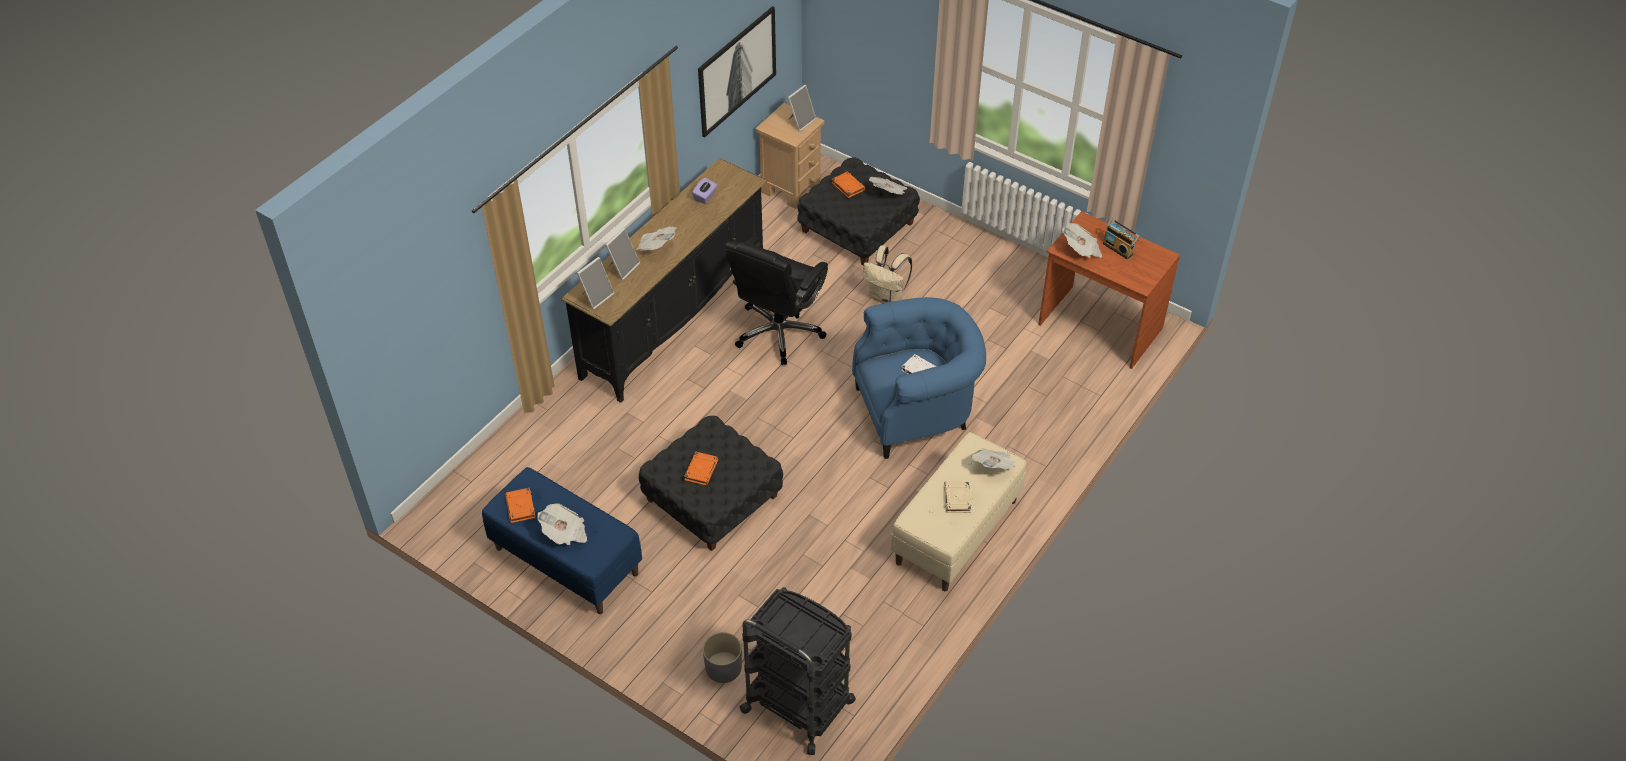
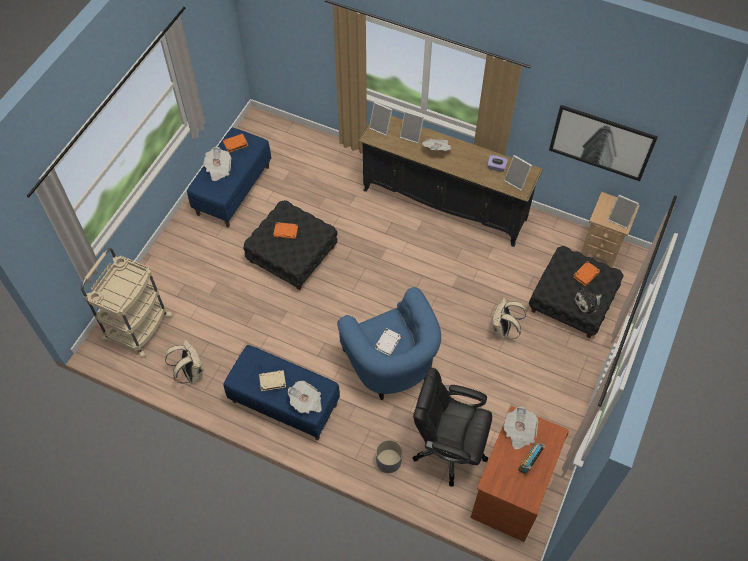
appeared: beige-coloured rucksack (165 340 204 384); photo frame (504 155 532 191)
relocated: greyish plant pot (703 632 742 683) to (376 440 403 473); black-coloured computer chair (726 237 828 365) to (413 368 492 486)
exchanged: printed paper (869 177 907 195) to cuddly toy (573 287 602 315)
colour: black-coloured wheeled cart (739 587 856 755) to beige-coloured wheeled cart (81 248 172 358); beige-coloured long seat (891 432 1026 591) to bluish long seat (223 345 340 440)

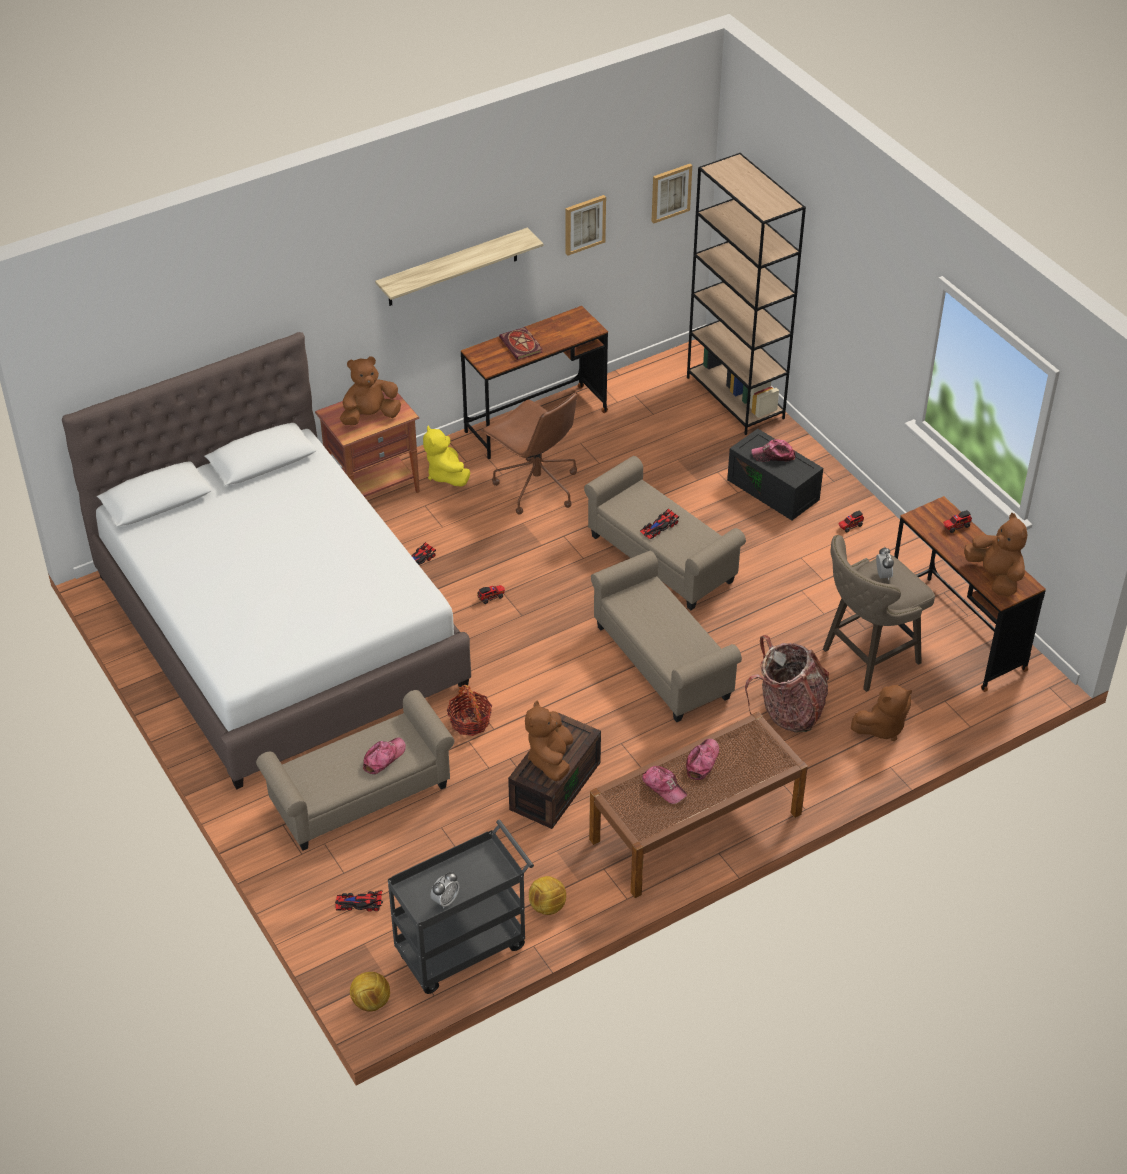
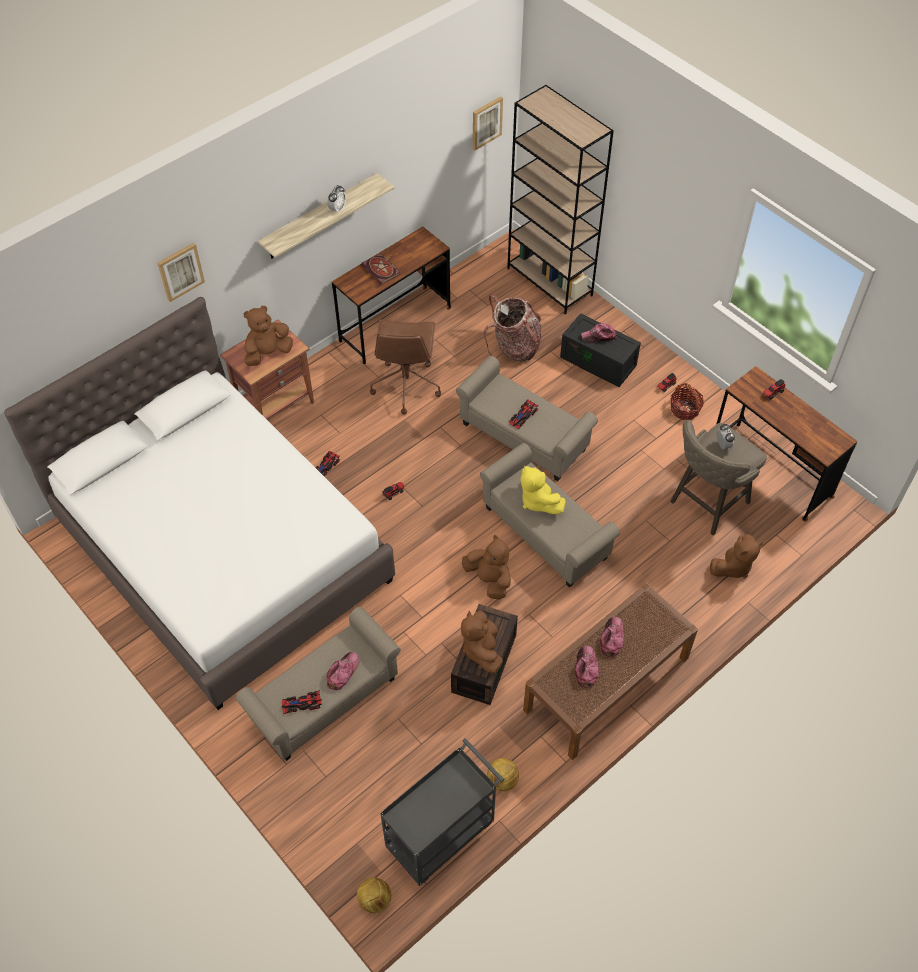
relocated: toy car (335 890 383 912) to (282 691 322 714); yellow cuddly toy (423 425 470 486) to (521 466 566 514); bedside clock (430 872 459 909) to (327 185 346 214); storage basket (447 685 492 736) to (671 383 704 420); picture (566 195 606 256) to (157 243 205 302); rucksack (745 635 829 733) to (484 294 542 362); brown-coloured cuddly toy (964 513 1027 596) to (462 535 511 600)
spun: brown-coloured computer chair (481 392 577 514) = (370 320 441 415) 60 degrees clockwise; baseball cap (642 766 687 804) = (575 646 599 688) 120 degrees counterclockwise

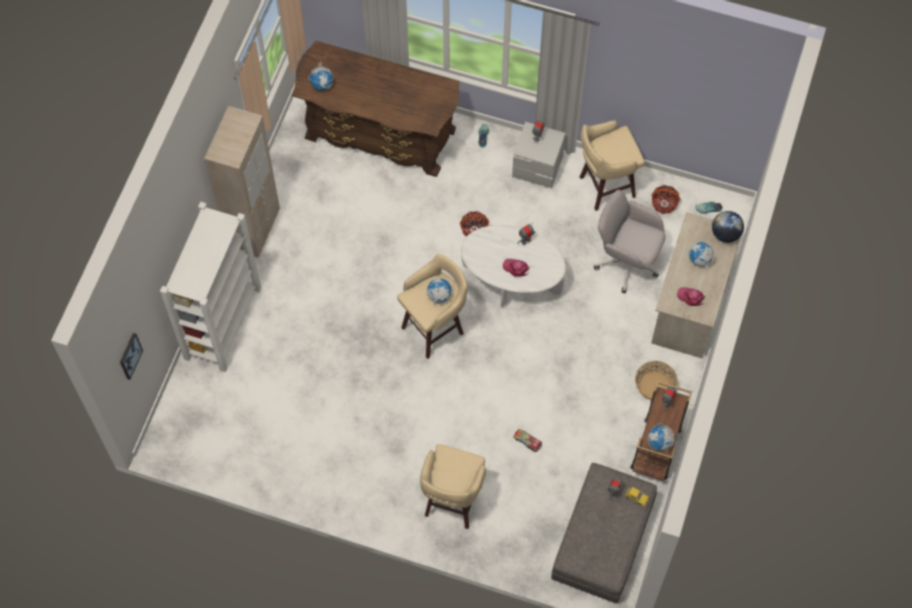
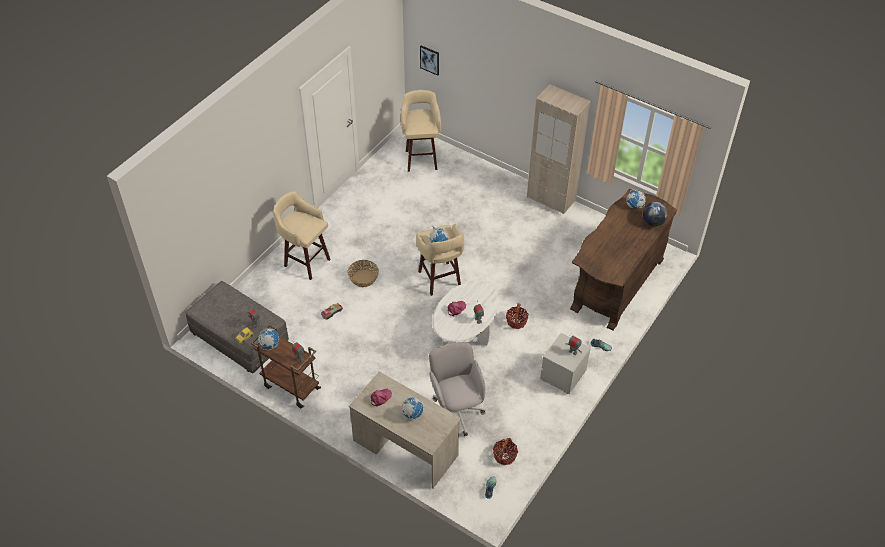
missing: white bookcase (160 202 261 372)
relocated: beige-coloured stool (580 120 644 211) to (401 90 441 172); storage basket (635 361 677 400) to (348 260 379 287); world globe (712 211 744 243) to (643 202 668 226)
spun: greyish computer chair (594 190 666 293) = (429 342 486 436) 60 degrees counterclockwise

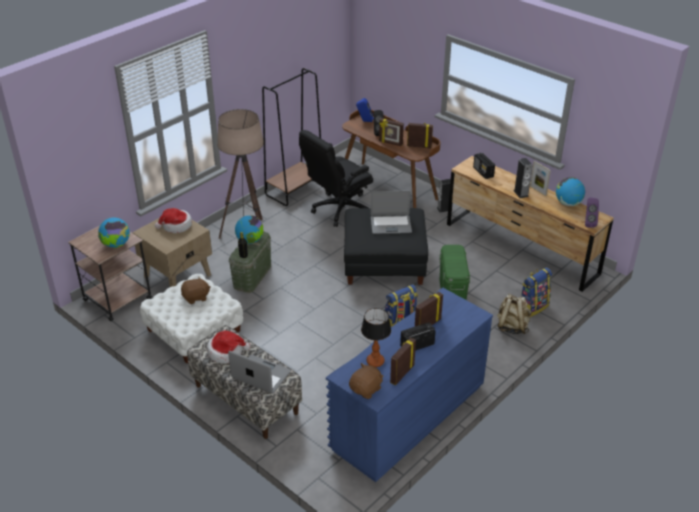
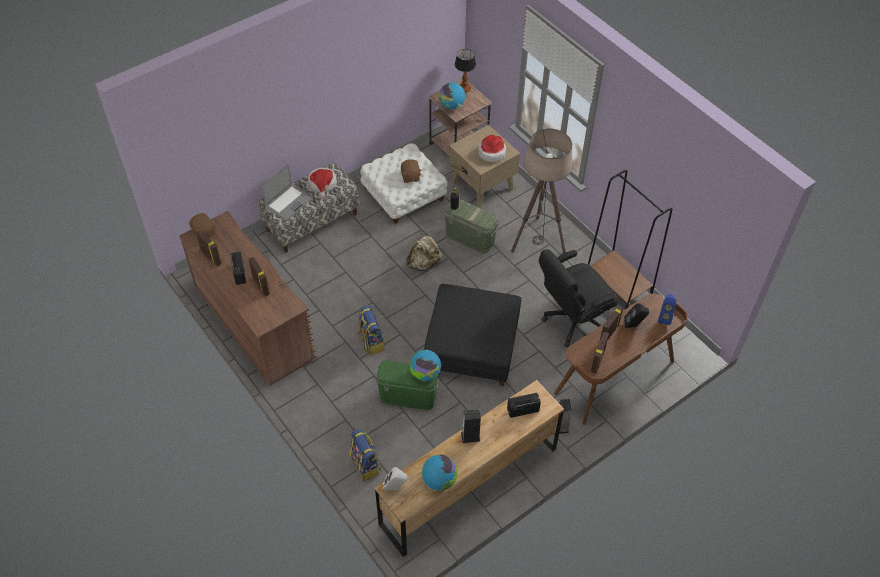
missing: notebook computer (371 190 412 234); photo frame (530 161 551 196)
relocated: world globe (235 215 264 244) to (409 350 442 381); lamp for a table (361 308 391 367) to (455 49 476 92); beige-coloured rucksack (497 293 531 334) to (406 234 442 271)
colour: bluish dresser (326 287 493 482) to brown-coloured dresser (179 211 316 385); purple speaker (585 198 599 227) to white speaker (383 467 407 490)
spun: black-coloured computer chair (299 130 373 227) = (539 249 618 347) 90 degrees counterclockwise

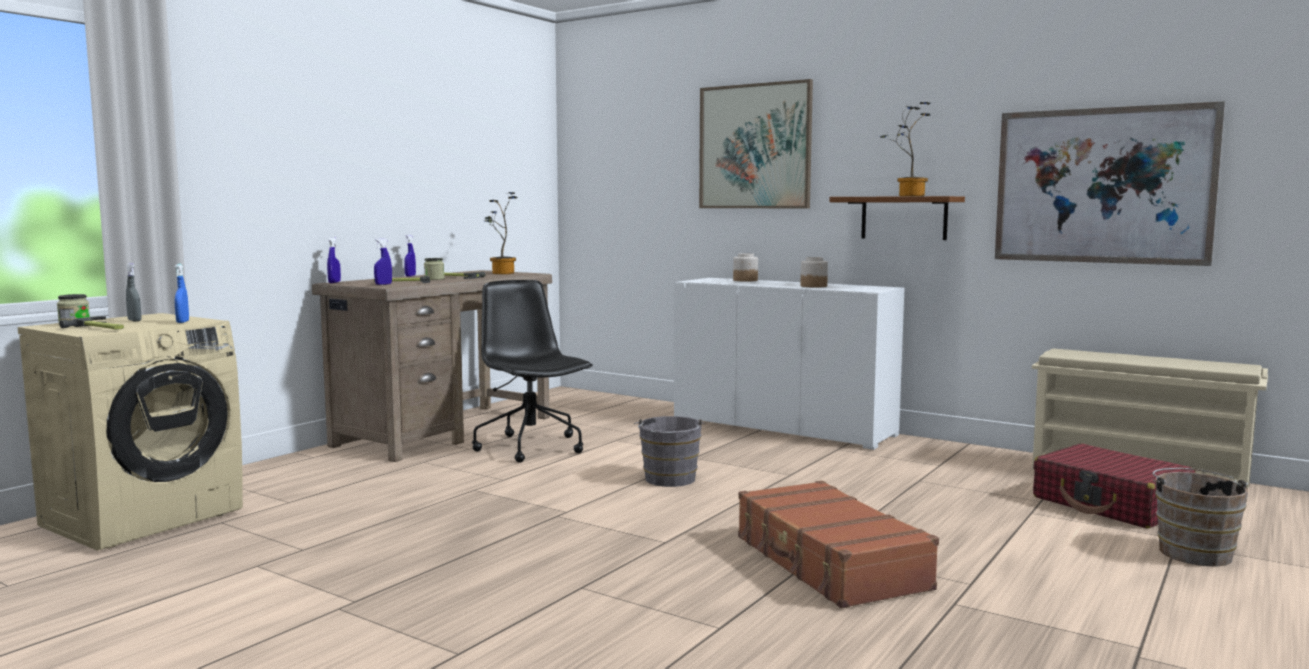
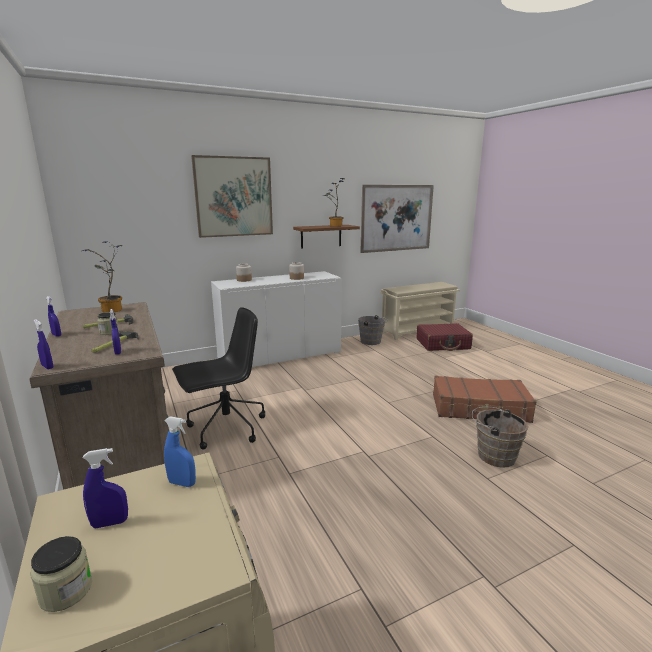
missing: hand hammer (59 317 124 330)
relocated: greyish water bucket (634 416 705 487) to (358 315 388 345); brown-coloured water bucket (1153 468 1248 567) to (472 407 528 468)
colour: greyish sprayer (126 263 141 322) to bluish sprayer (83 448 128 528)
spun: black-coloured computer chair (472 280 593 463) = (172 308 265 449) 150 degrees clockwise

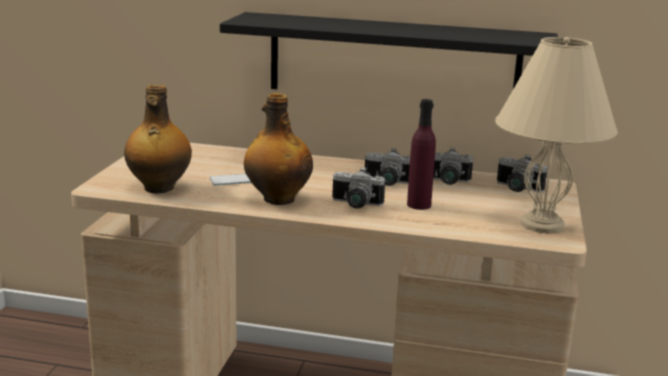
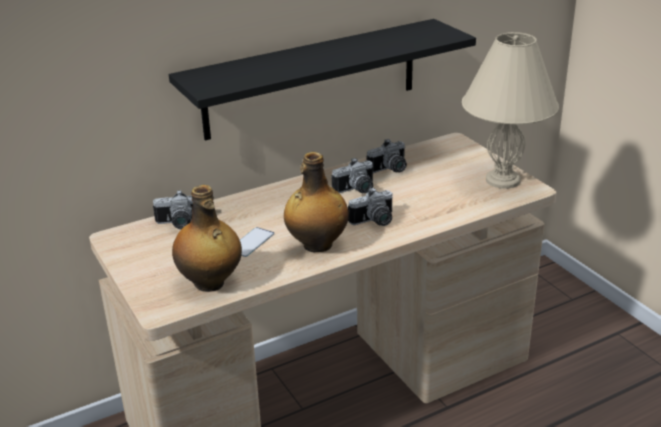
missing: purple bottle (407 99 436 210)
relocated: still camera (497 155 547 193) to (153 190 193 229)

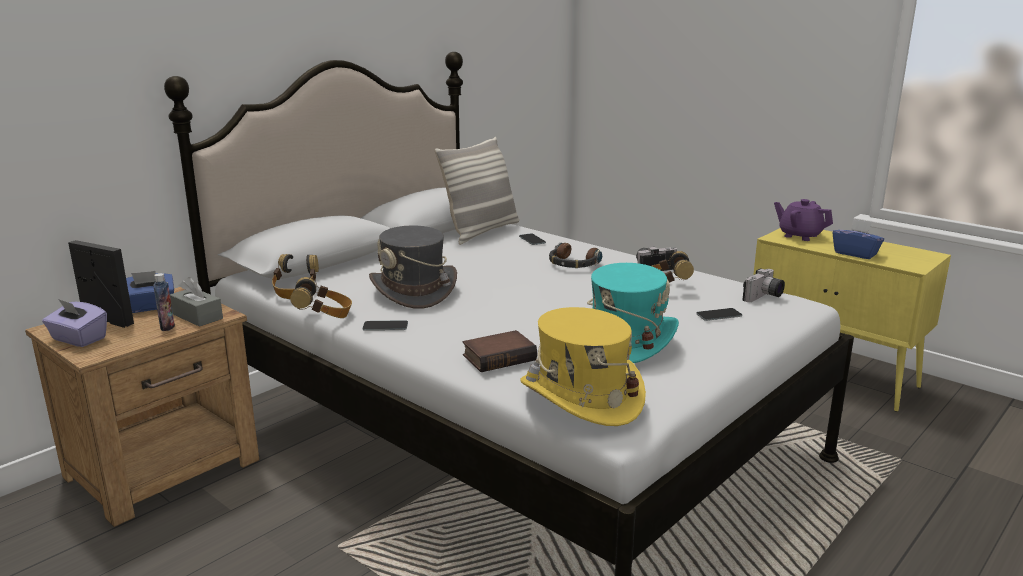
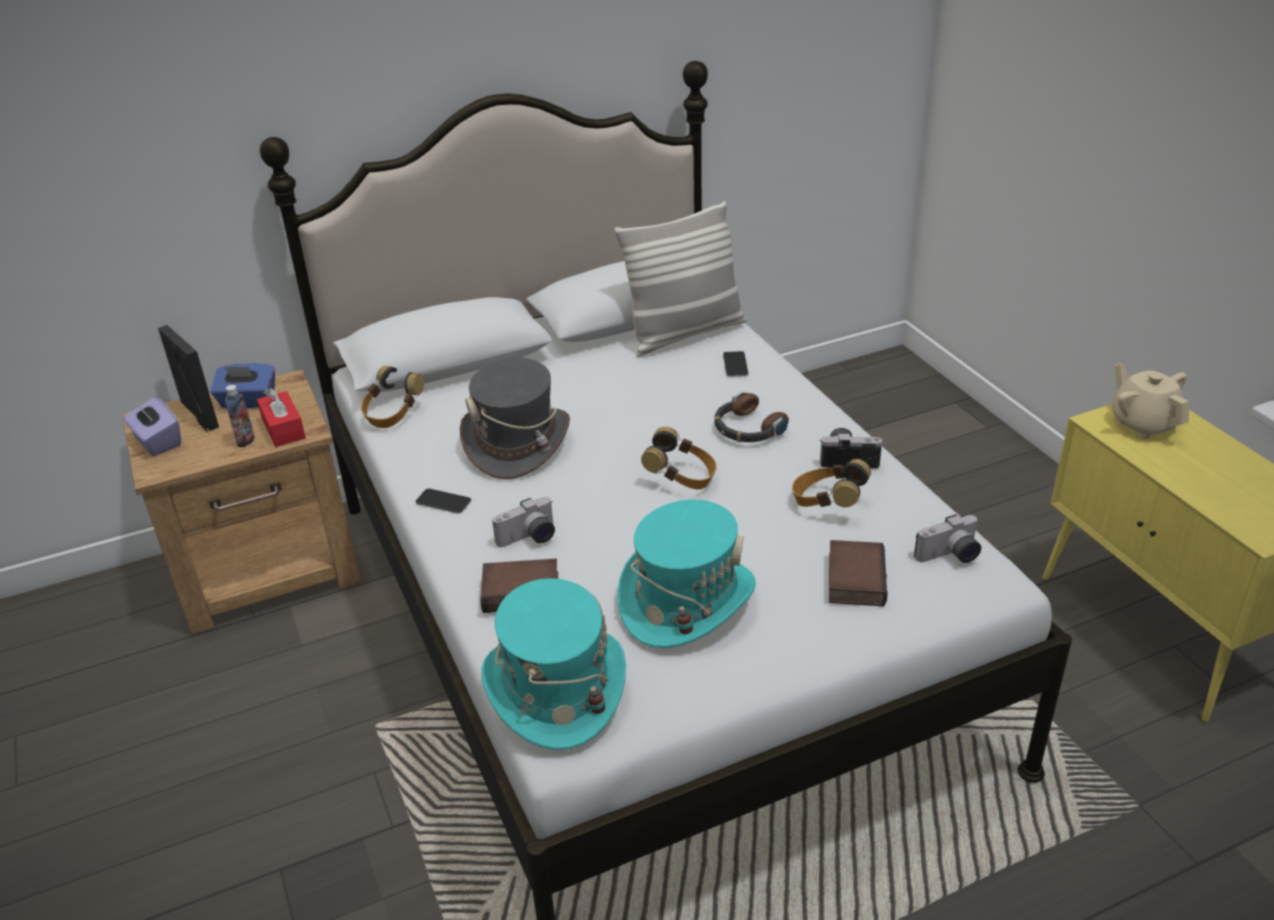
missing: bluish box of tissues (833 219 884 259)
appeared: still camera (492 497 555 547)
relocated: headset (290 277 352 318) to (641 427 717 489)
exchanged: telephone (696 308 742 321) to volume (829 540 888 606)
colour: greyish box of tissues (170 277 223 327) to red-coloured box of tissues (257 388 306 447); yellow clothing hat (521 307 646 426) to turquoise clothing hat (481 578 626 750); purple tea pot (774 199 833 241) to beige-coloured tea pot (1111 364 1189 439)

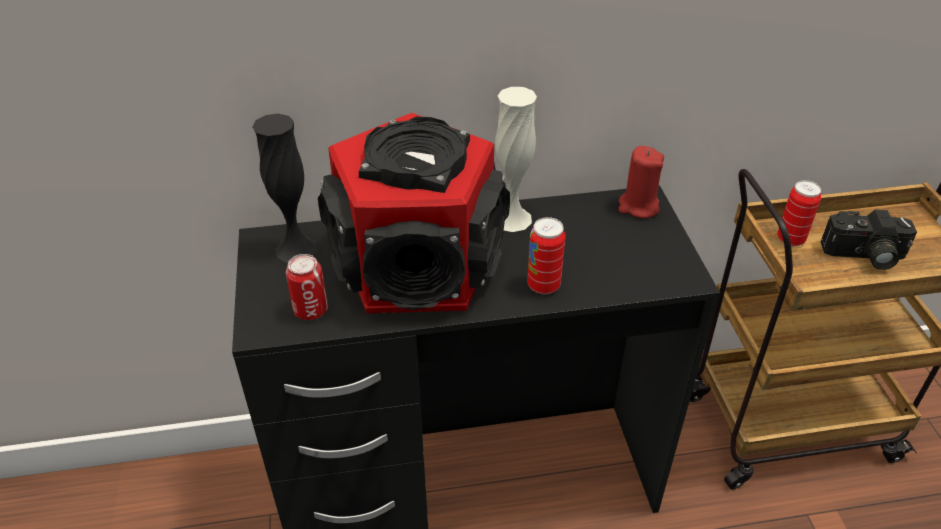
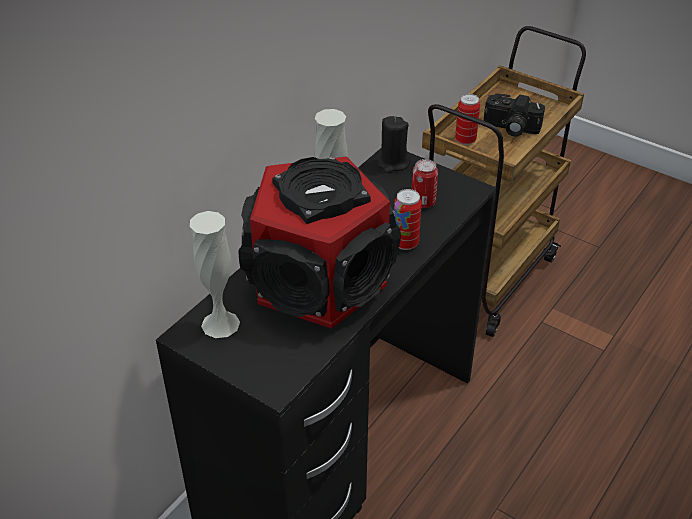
relocated: metal can (286 254 328 320) to (411 159 438 208)
colour: black-coloured flower vase (252 114 318 263) to white flower vase (190 211 240 338); red-coloured wax light (618 146 664 218) to black-coloured wax light (377 116 411 173)
spun: still camera (821 210 917 270) = (483 93 545 137) 60 degrees clockwise

